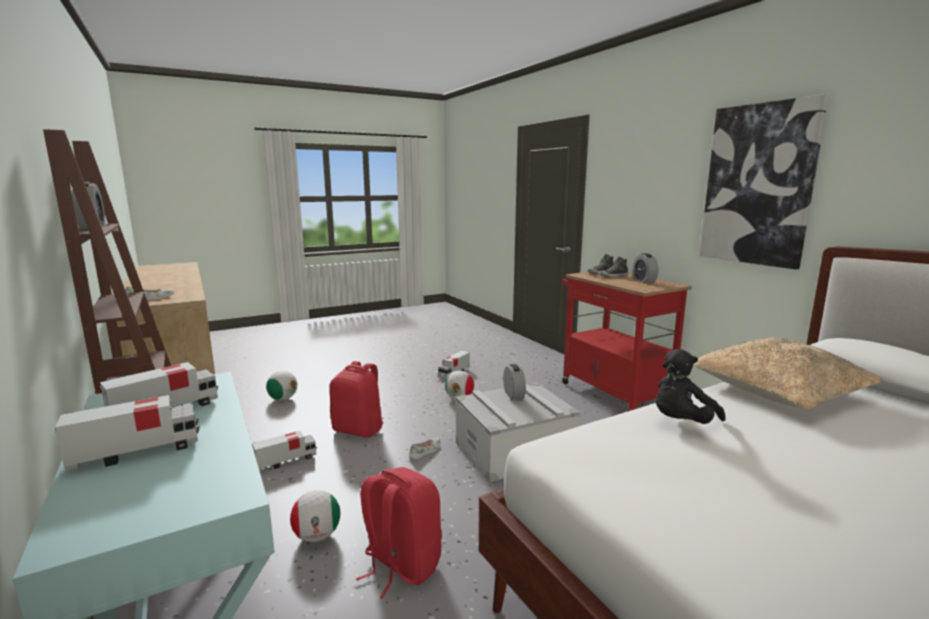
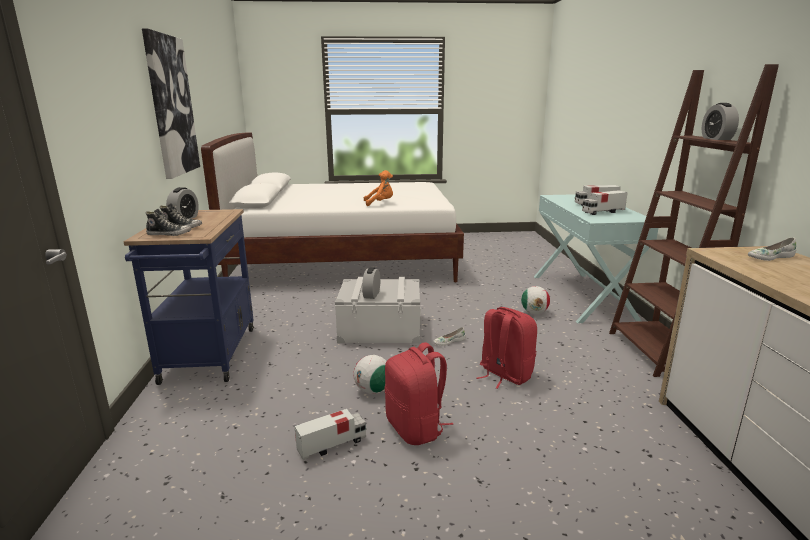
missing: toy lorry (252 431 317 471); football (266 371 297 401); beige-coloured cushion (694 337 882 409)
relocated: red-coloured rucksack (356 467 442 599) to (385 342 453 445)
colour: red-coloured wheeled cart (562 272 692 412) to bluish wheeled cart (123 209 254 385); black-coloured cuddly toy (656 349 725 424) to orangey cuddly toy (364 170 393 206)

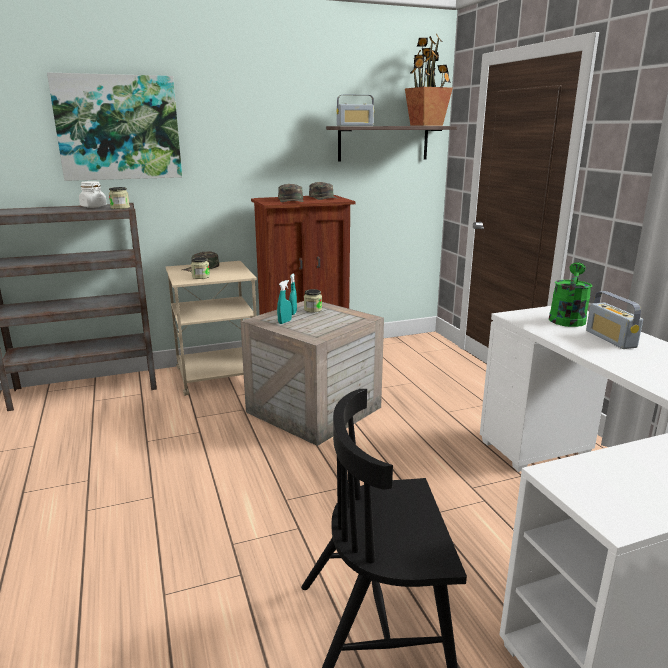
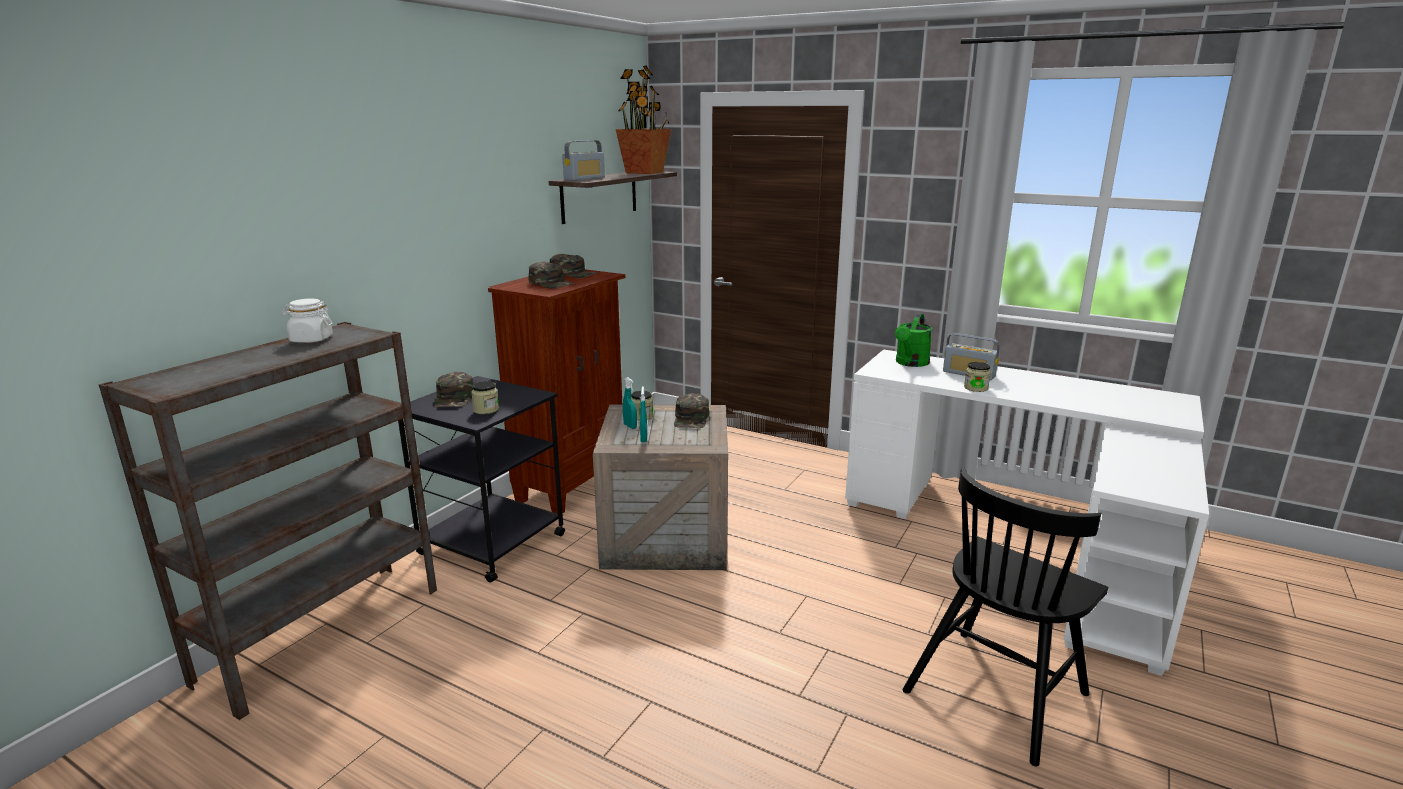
missing: picture (47 72 182 181)
appeared: greenish baseball cap (674 393 709 428)
relocated: preserve jar (109 187 130 209) to (964 362 991 392)
colour: beige-coloured wheeled cart (166 261 257 396) to black-coloured wheeled cart (398 376 565 583)
spun: greenish sprinkling can (549 262 592 327) = (895 313 932 367) 135 degrees counterclockwise

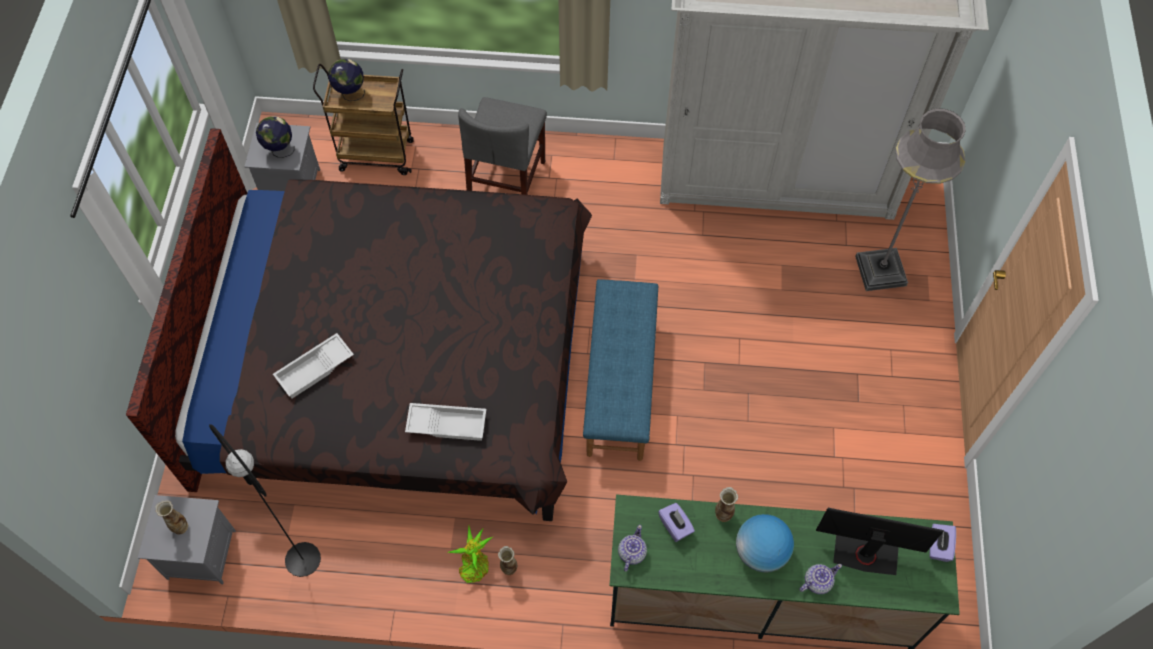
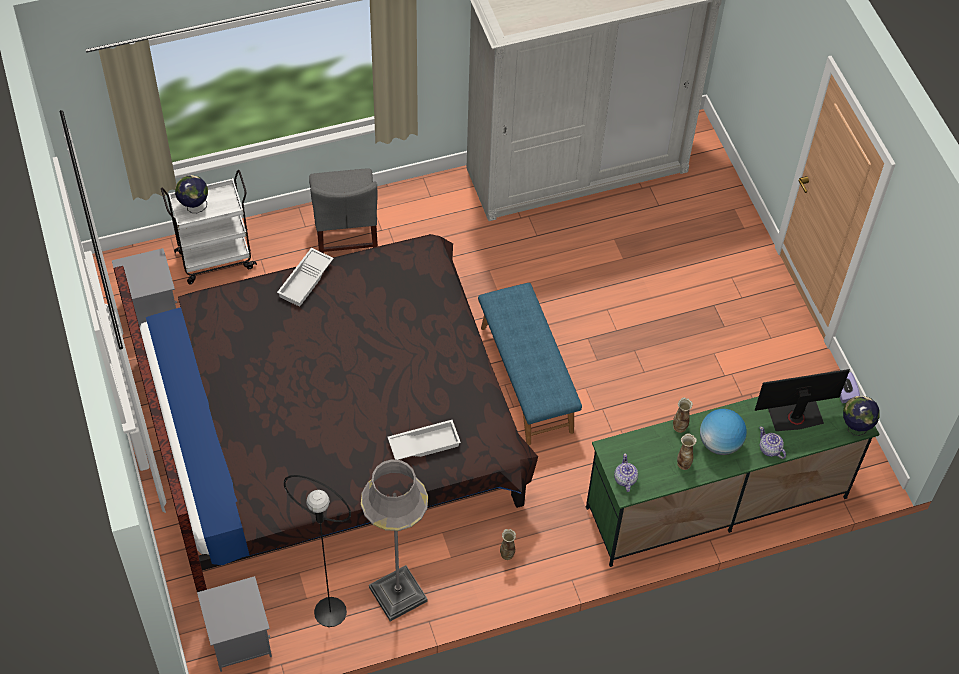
missing: plant in a pot (448 526 494 583); purple box of tissues (658 503 695 542)
relocated: flower vase (155 500 188 535) to (677 433 697 470); world globe (256 116 295 158) to (843 396 879 436); white tray (273 333 354 398) to (277 248 334 307); greyish floor lamp (855 108 966 291) to (361 459 428 621)
colour: brown-coloured wheeled cart (313 64 414 175) to white wheeled cart (161 170 257 284)
spun: tea pot (799 564 842 594) = (759 427 786 459) 75 degrees counterclockwise

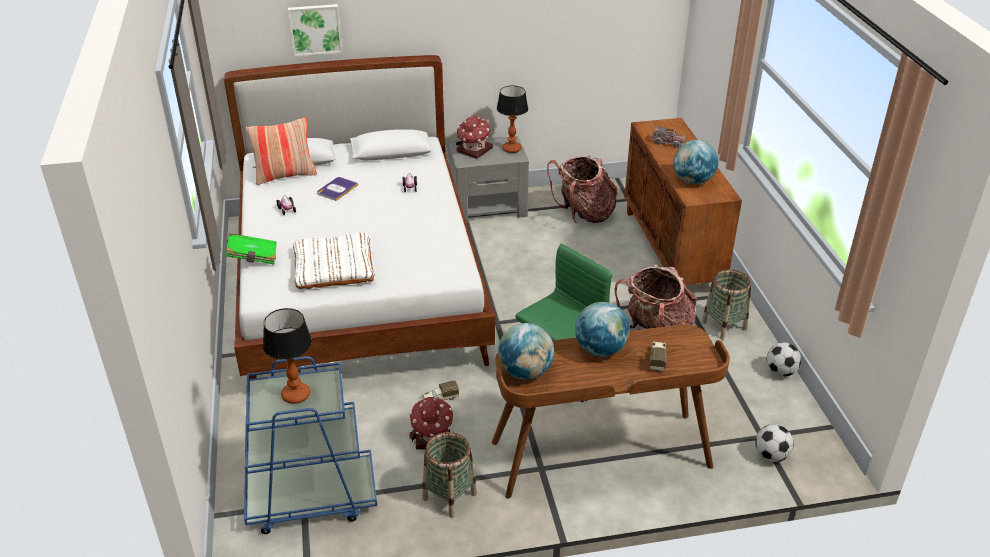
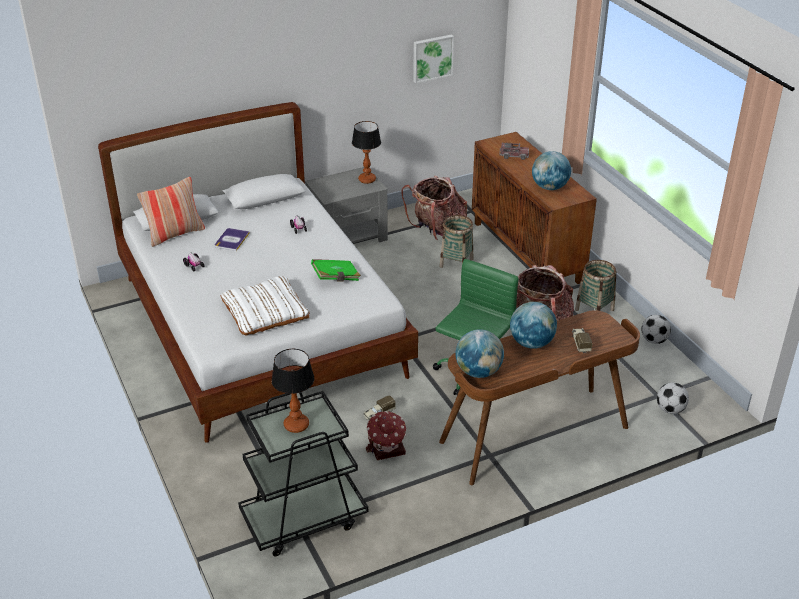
missing: model house (456 115 493 159)
relocated: greenish volume (226 233 277 265) to (311 259 361 282); picture (288 4 342 56) to (413 34 454 83); storage basket (422 432 477 518) to (440 215 473 268)
colour: bluish wheeled cart (244 356 377 534) to black-coloured wheeled cart (238 391 368 556)

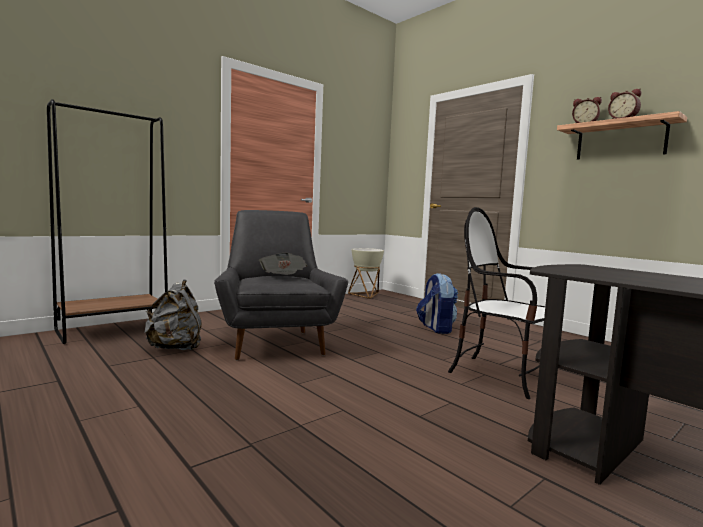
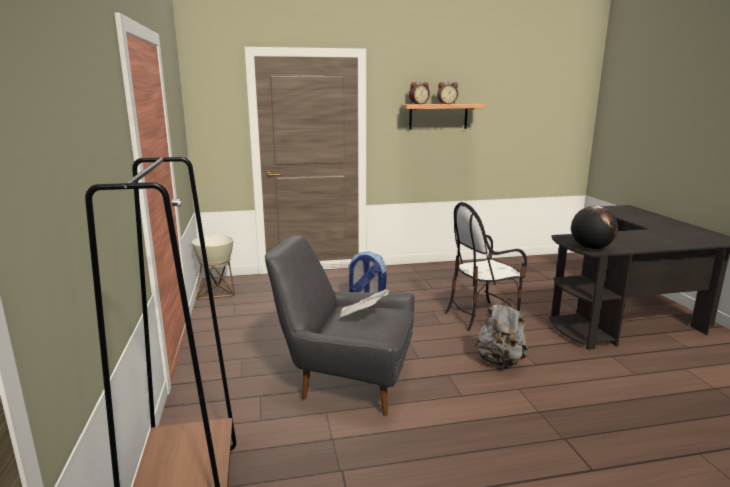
appeared: world globe (571 206 618 249)
relocated: greyish rucksack (144 279 202 350) to (475 299 528 369)

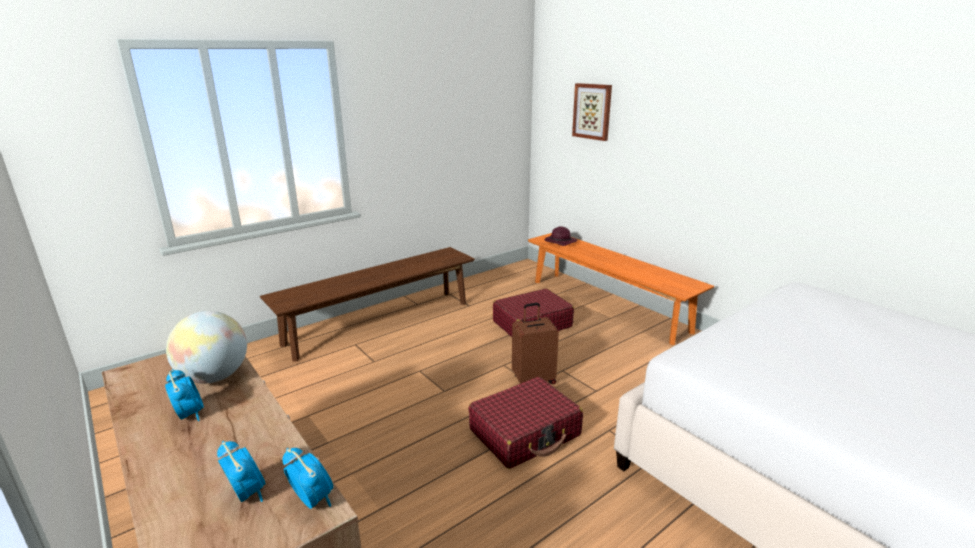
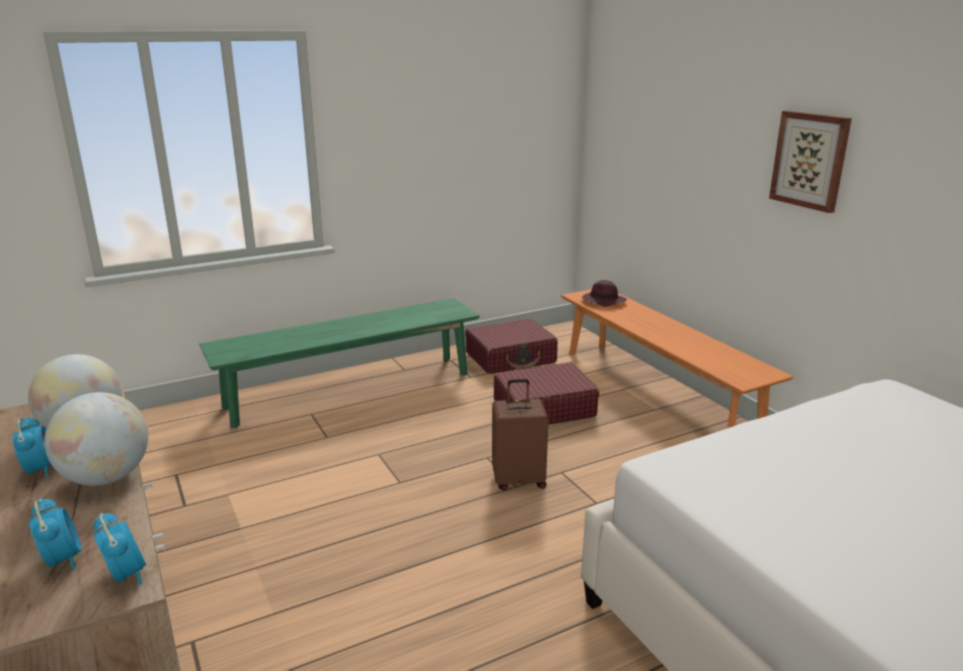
appeared: world globe (44 392 148 486)
relocated: red-coloured piece of luggage (468 377 583 469) to (465 318 558 374); picture (572 83 612 141) to (769 111 852 213)
colour: brown-coloured long seat (260 247 475 362) to greenish long seat (199 298 480 428)

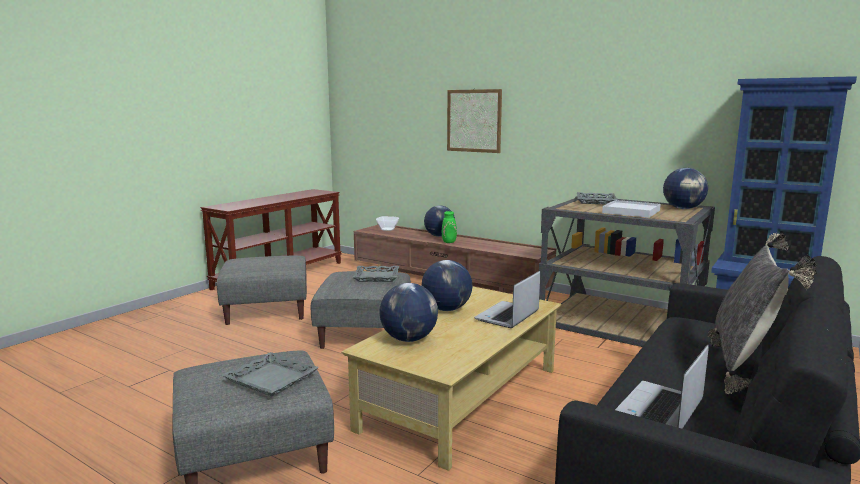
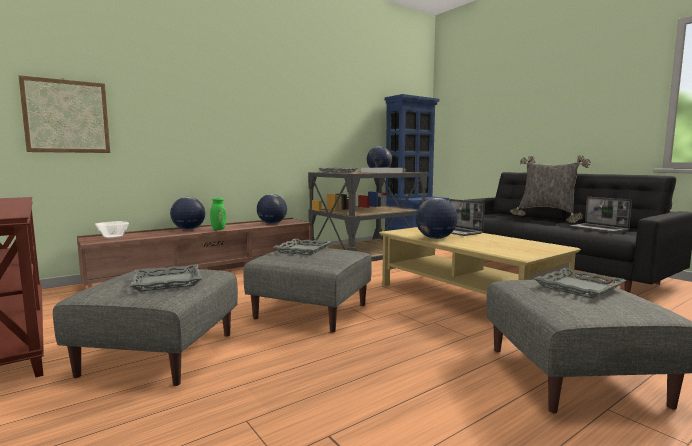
appeared: greyish tray (129 264 202 292)
relocated: world globe (379 283 438 342) to (257 194 287 224); picture (447 88 502 153) to (18 75 110 153)

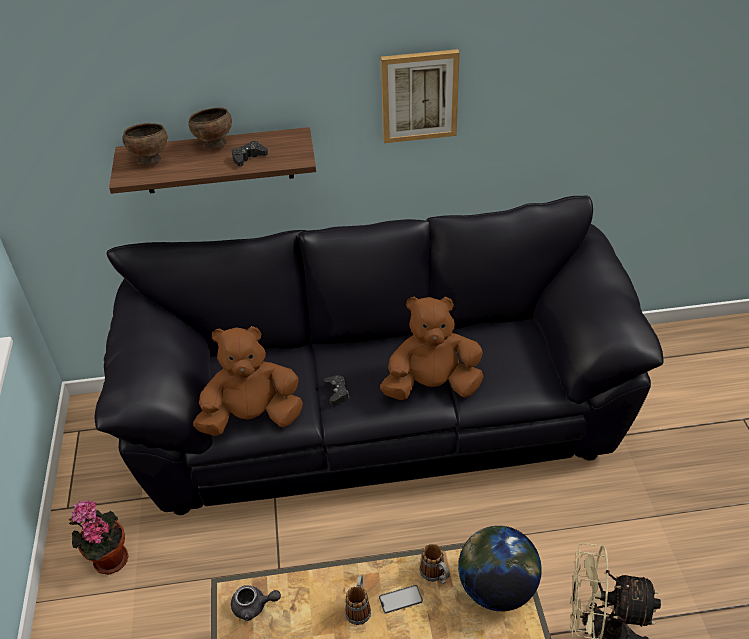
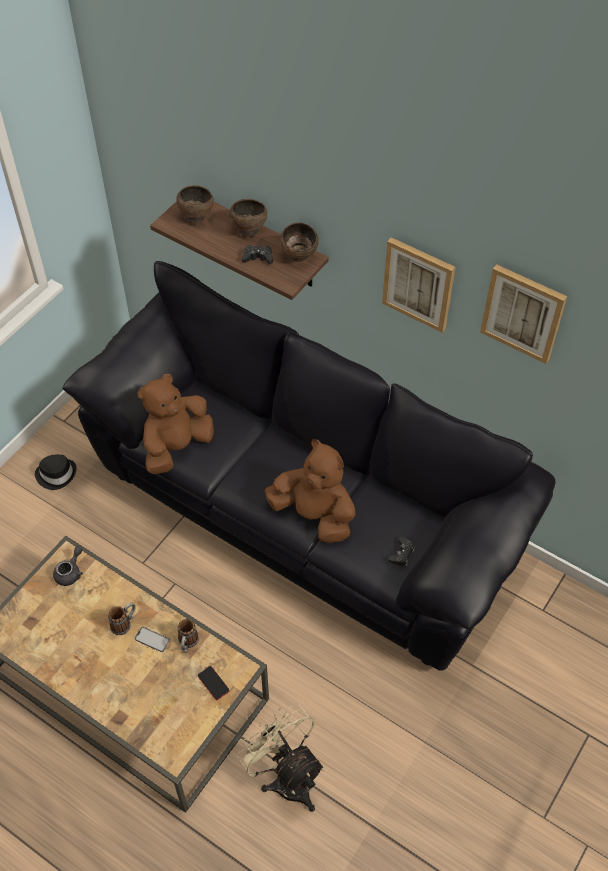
appeared: brown-coloured serving bowl (280 223 319 262); picture (480 264 567 364)
relocated: black-coloured game controller (324 375 350 405) to (388 537 415 566)
exchanged: plant in a pot (69 500 128 575) to black-coloured clothing hat (35 454 77 490); world globe (458 525 542 611) to telephone (198 666 229 700)
spun: brown-coloured cuddly toy (193 326 303 436) = (137 374 214 475) 75 degrees counterclockwise; greyish tea pot (231 585 281 621) = (53 546 83 586) 105 degrees counterclockwise

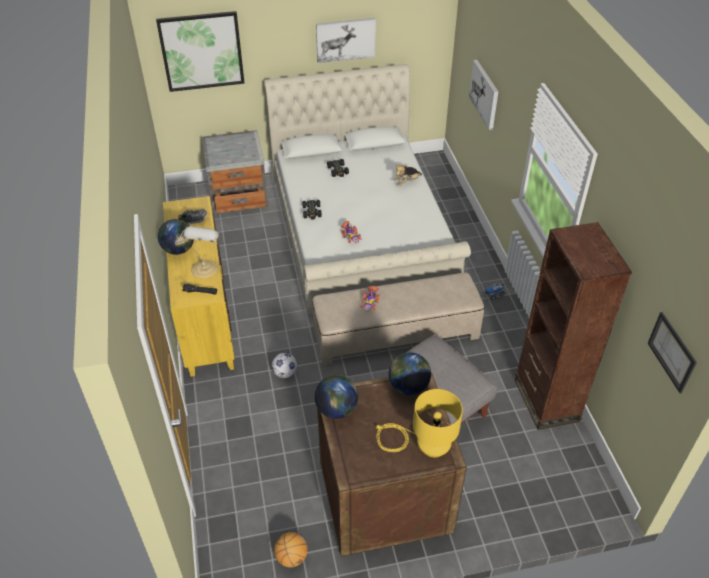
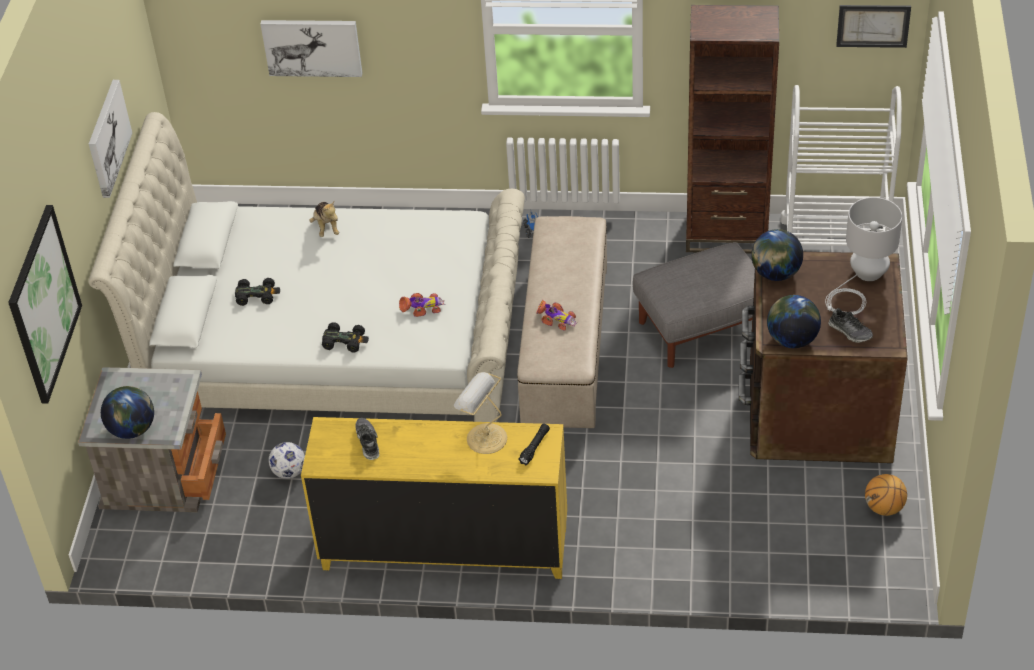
appeared: white wheeled cart (780 85 902 246); item of footwear (828 308 873 343)
relocated: world globe (158 219 194 255) to (101 386 154 439); football (272 353 297 378) to (269 442 305 479)
colour: yellow lamp for a table (376 389 463 458) to greyish lamp for a table (825 197 902 315)

